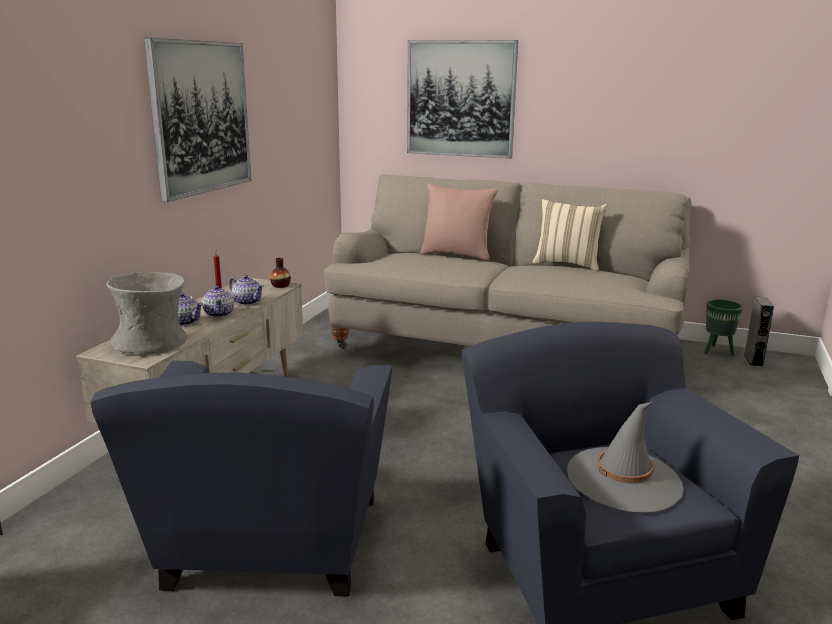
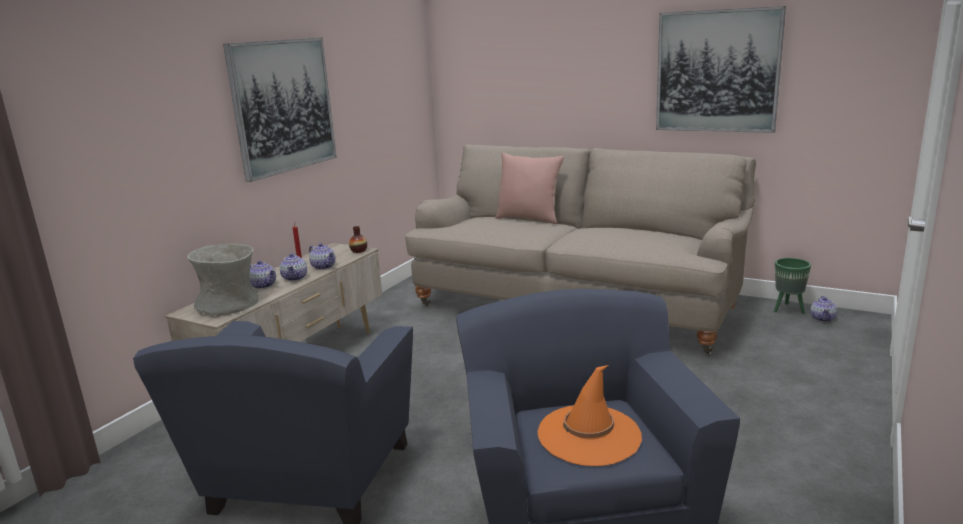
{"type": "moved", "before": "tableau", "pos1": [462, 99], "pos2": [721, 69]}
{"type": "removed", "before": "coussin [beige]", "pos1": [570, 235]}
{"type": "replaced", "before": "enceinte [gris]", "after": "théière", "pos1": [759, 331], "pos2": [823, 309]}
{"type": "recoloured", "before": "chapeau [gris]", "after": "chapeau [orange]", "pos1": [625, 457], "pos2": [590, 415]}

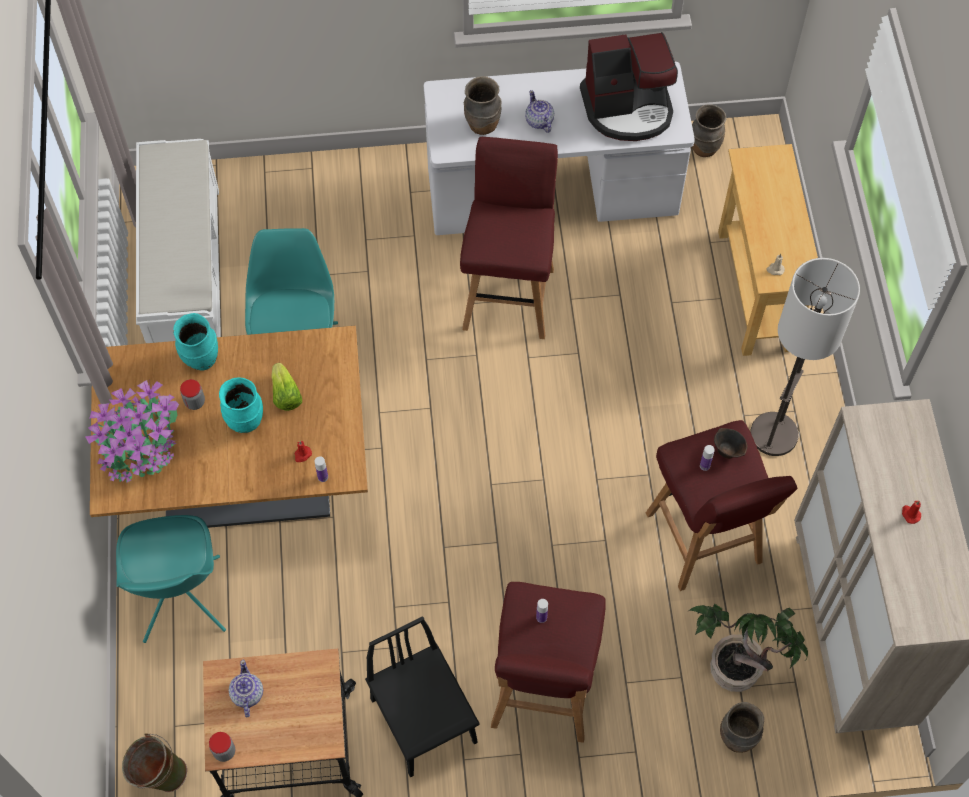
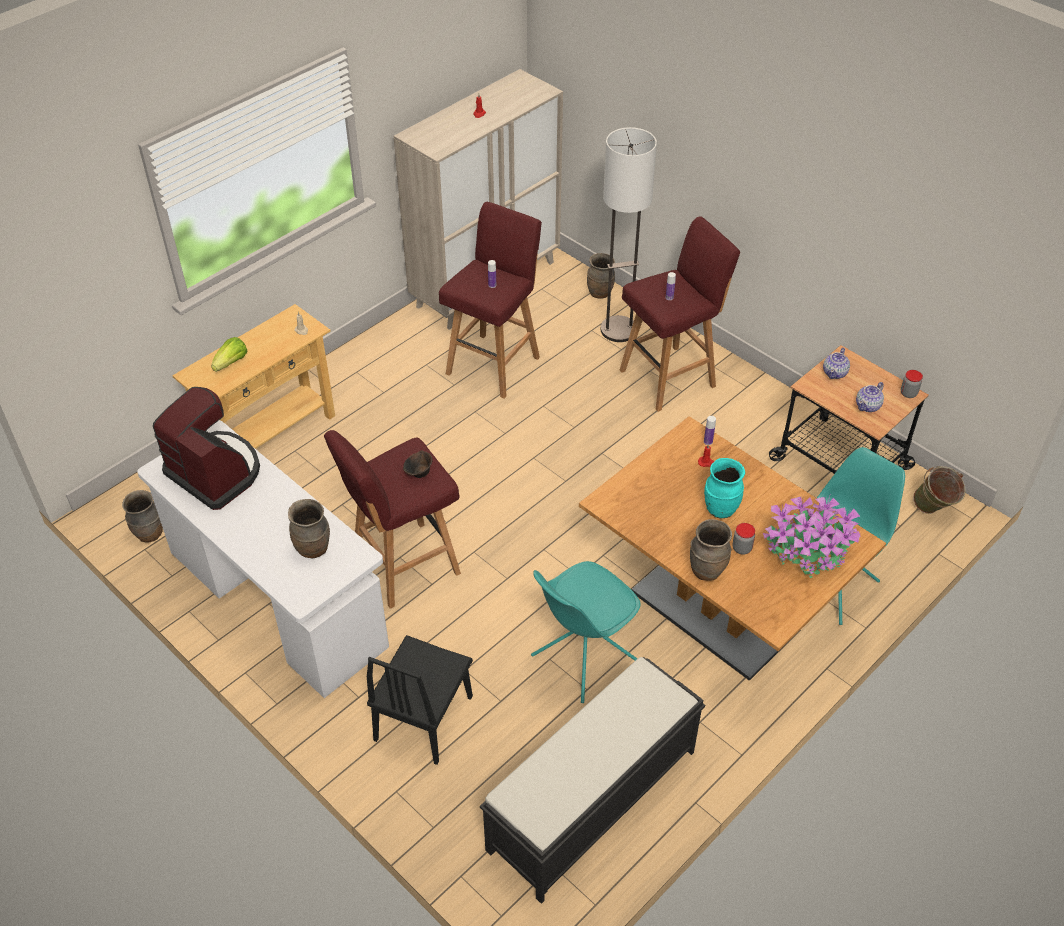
{"type": "moved", "before": "théière", "pos1": [539, 111], "pos2": [836, 363]}
{"type": "recoloured", "before": "banc [blanc]", "after": "banc [noir]", "pos1": [178, 241], "pos2": [592, 780]}
{"type": "moved", "before": "lampadaire", "pos1": [805, 357], "pos2": [629, 234]}
{"type": "recoloured", "before": "vase [turquoise]", "after": "vase [marron]", "pos1": [195, 342], "pos2": [711, 550]}
{"type": "moved", "before": "laitue", "pos1": [286, 387], "pos2": [229, 354]}
{"type": "moved", "before": "bol [marron]", "pos1": [730, 443], "pos2": [418, 464]}
{"type": "removed", "before": "plante en pot", "pos1": [748, 648]}
{"type": "moved", "before": "chaise [noir]", "pos1": [422, 696], "pos2": [420, 700]}

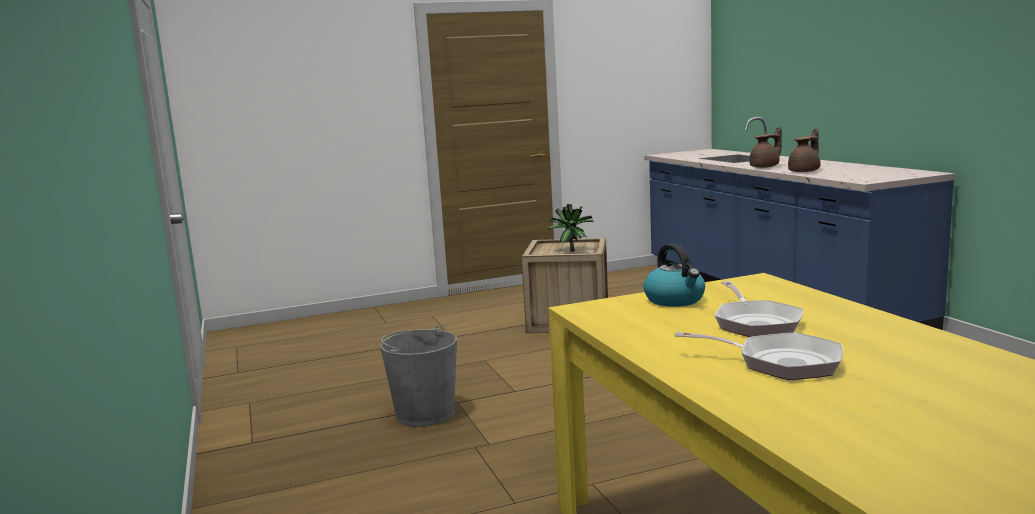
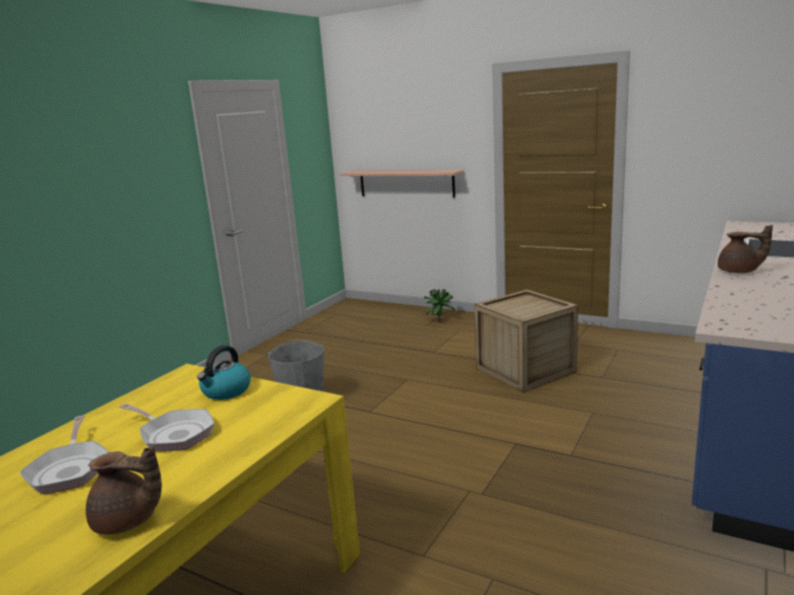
{"type": "moved", "before": "théière [marron]", "pos1": [804, 150], "pos2": [124, 490]}
{"type": "moved", "before": "plante en pot", "pos1": [571, 228], "pos2": [439, 305]}
{"type": "turned", "before": "poêle", "pos1": [759, 309], "pos2": [166, 427], "turn": -105}
{"type": "added", "after": "étagère", "pos2": [402, 184]}

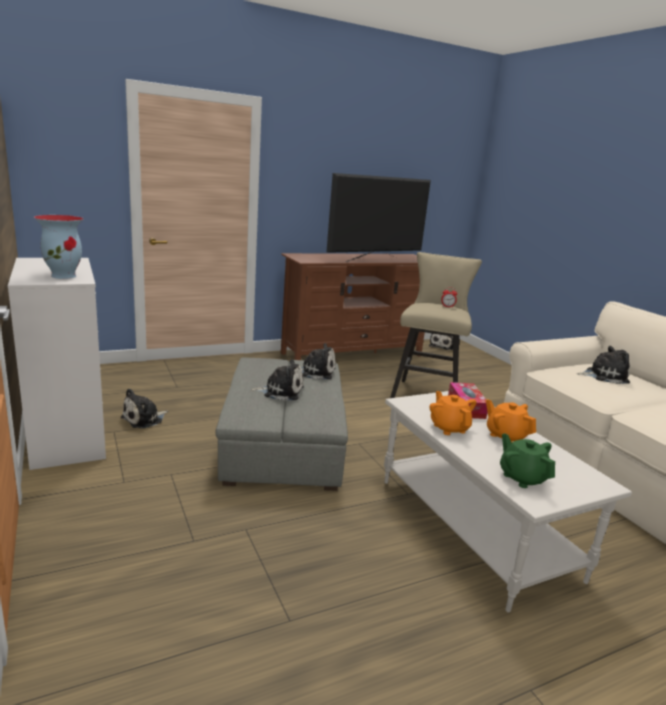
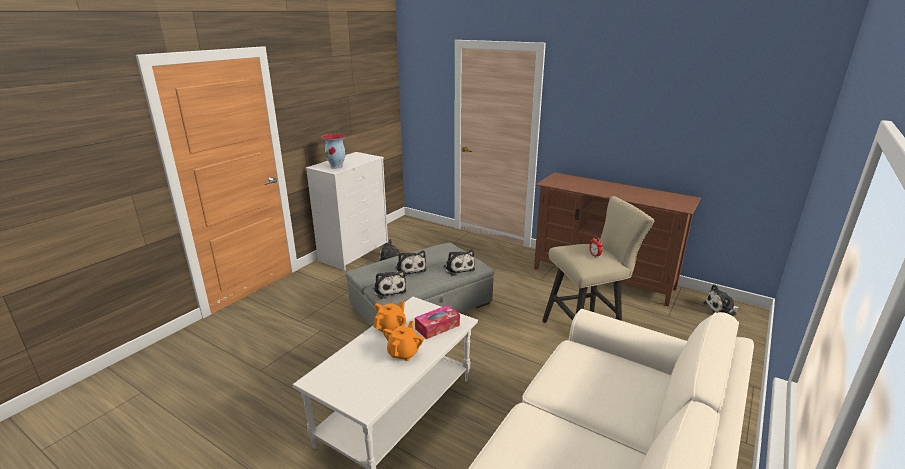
{"type": "removed", "before": "téléviseur", "pos1": [378, 217]}
{"type": "moved", "before": "peluche", "pos1": [603, 365], "pos2": [390, 284]}
{"type": "removed", "before": "théière [vert]", "pos1": [527, 460]}

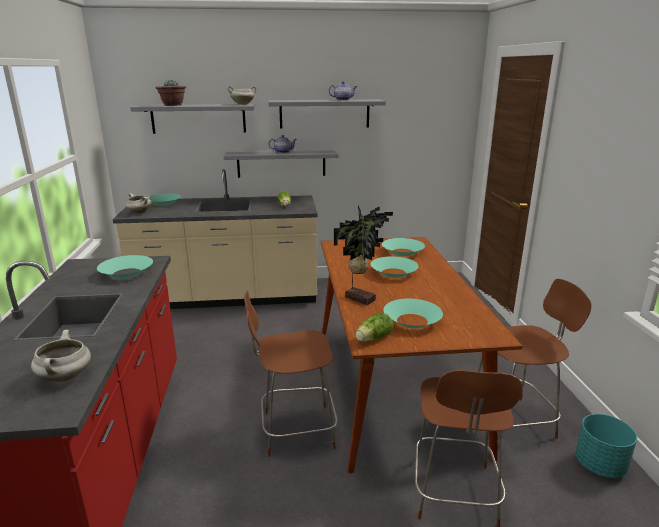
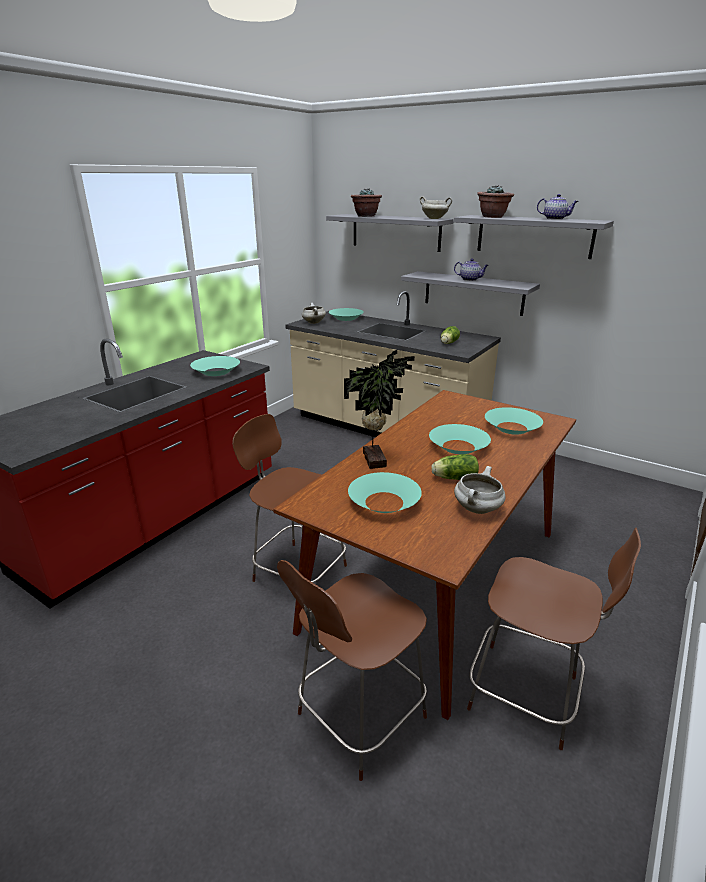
{"type": "moved", "before": "laitue", "pos1": [374, 327], "pos2": [455, 467]}
{"type": "moved", "before": "marmite [blanc]", "pos1": [61, 356], "pos2": [479, 490]}
{"type": "removed", "before": "cache-pot [turquoise]", "pos1": [606, 446]}
{"type": "added", "after": "plante en pot", "pos2": [495, 201]}

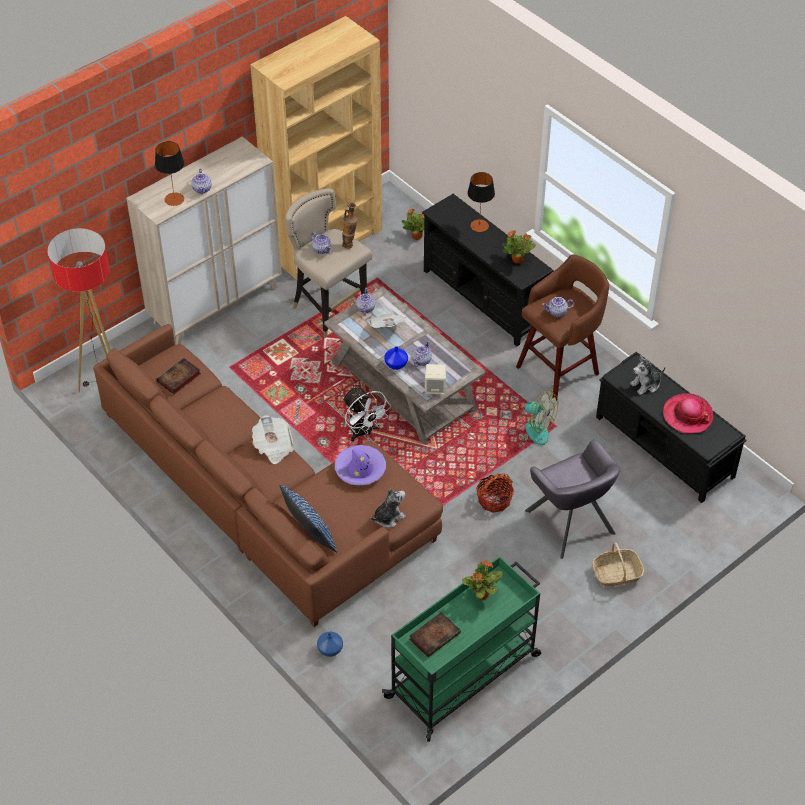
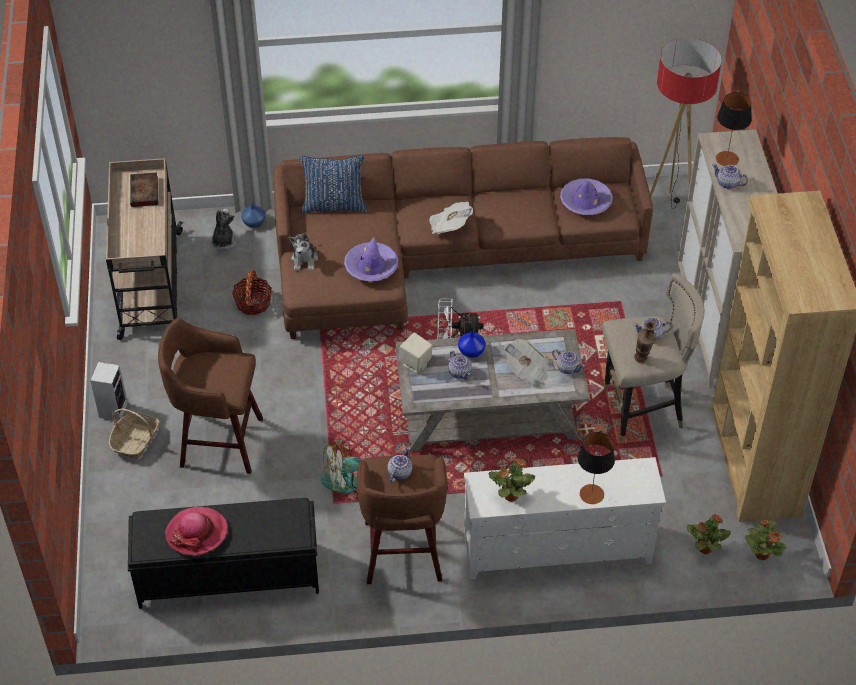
{"type": "recoloured", "before": "meuble télé [noir]", "after": "meuble télé [blanc]", "pos1": [488, 270], "pos2": [565, 518]}
{"type": "moved", "before": "peluche", "pos1": [647, 375], "pos2": [223, 229]}
{"type": "replaced", "before": "livre", "after": "chapeau [violet]", "pos1": [178, 376], "pos2": [586, 197]}
{"type": "replaced", "before": "fauteuil [gris]", "after": "tabouret [marron]", "pos1": [572, 499], "pos2": [210, 396]}
{"type": "moved", "before": "panier", "pos1": [495, 493], "pos2": [252, 292]}
{"type": "recoloured", "before": "chariot [vert]", "after": "chariot [beige]", "pos1": [461, 649], "pos2": [144, 249]}
{"type": "moved", "before": "plante en pot", "pos1": [482, 580], "pos2": [765, 540]}
{"type": "added", "after": "enceinte", "pos2": [109, 391]}

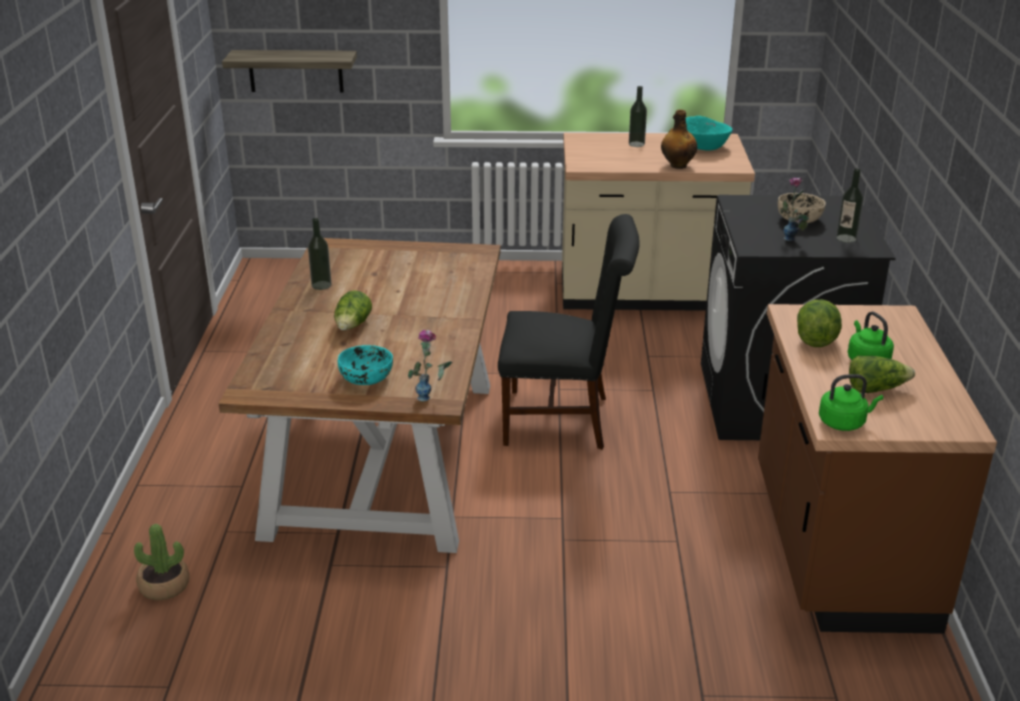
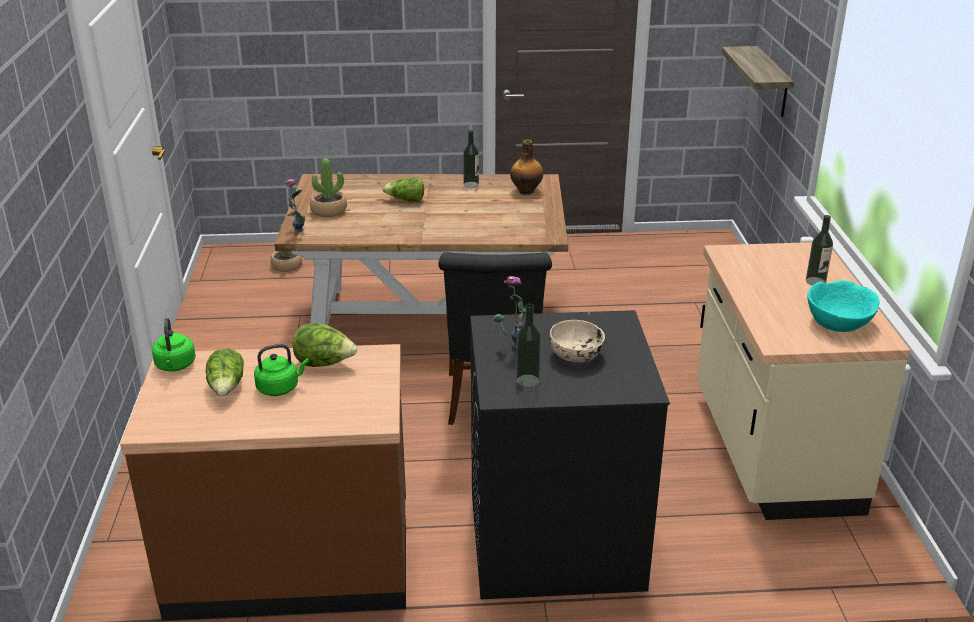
{"type": "moved", "before": "bouteille", "pos1": [679, 139], "pos2": [526, 167]}
{"type": "replaced", "before": "bol [turquoise]", "after": "plante en pot", "pos1": [365, 365], "pos2": [328, 187]}

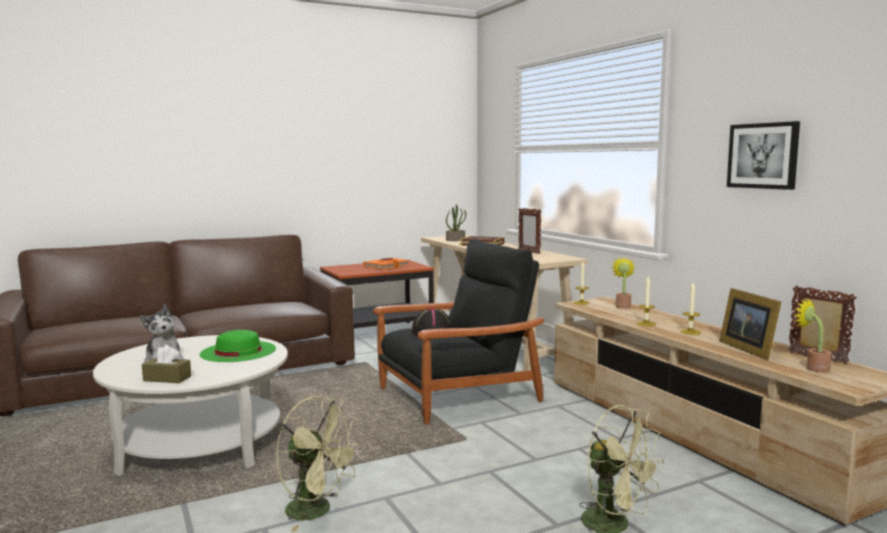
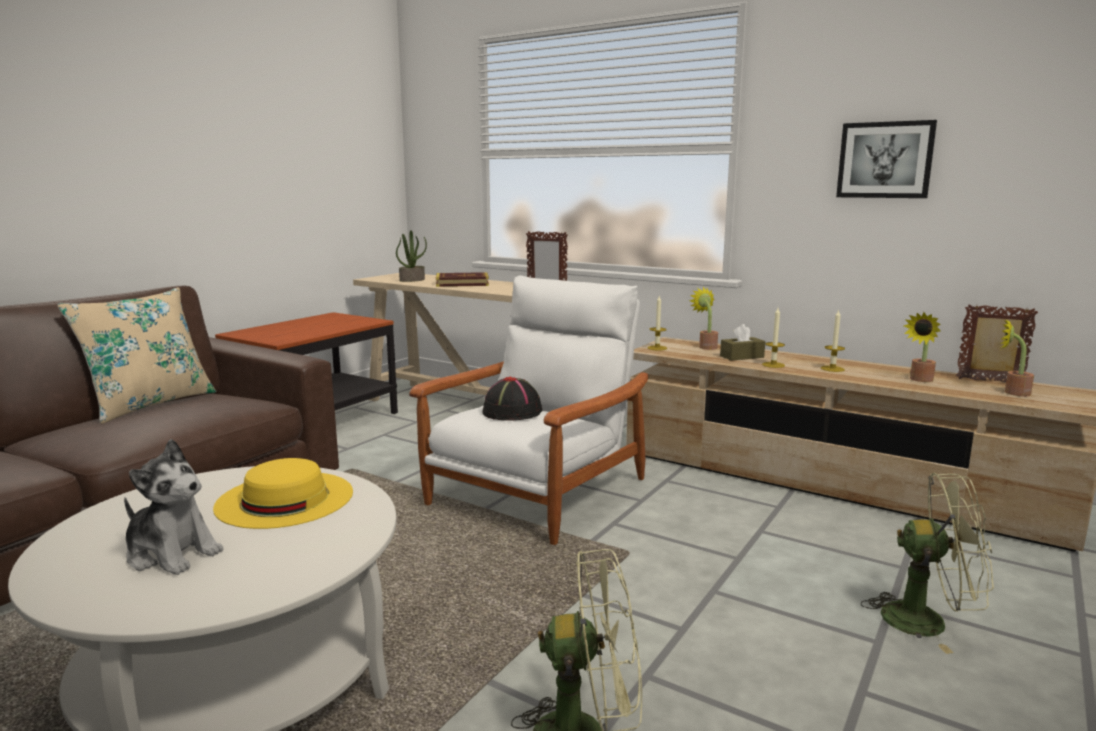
{"type": "recoloured", "before": "fauteuil [noir]", "after": "fauteuil [blanc]", "pos1": [458, 332], "pos2": [528, 410]}
{"type": "removed", "before": "livre [orange]", "pos1": [386, 264]}
{"type": "replaced", "before": "cadre photo", "after": "plante en pot", "pos1": [750, 324], "pos2": [922, 347]}
{"type": "recoloured", "before": "chapeau [vert]", "after": "chapeau [jaune]", "pos1": [237, 346], "pos2": [283, 493]}
{"type": "moved", "before": "boîte à mouchoirs [marron]", "pos1": [166, 364], "pos2": [742, 342]}
{"type": "added", "after": "coussin [beige]", "pos2": [136, 356]}

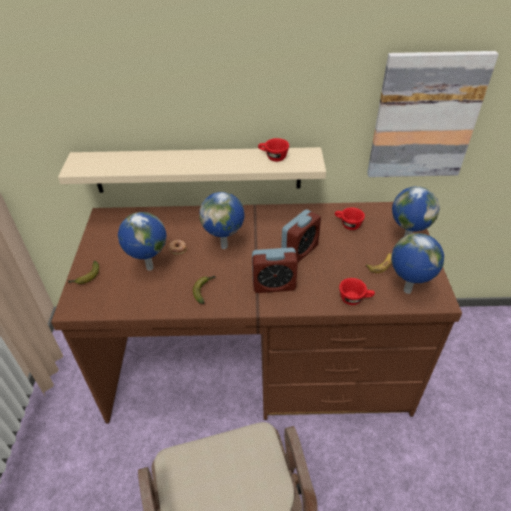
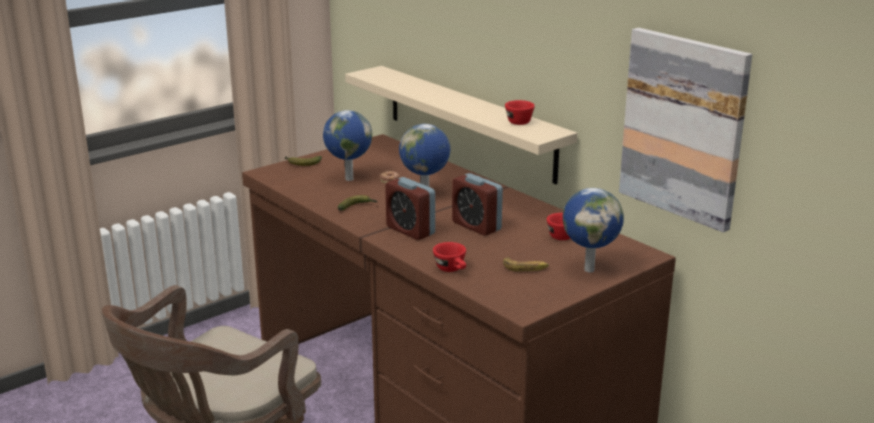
{"type": "turned", "before": "réveil", "pos1": [301, 235], "pos2": [477, 204], "turn": 45}
{"type": "removed", "before": "globe", "pos1": [417, 263]}

